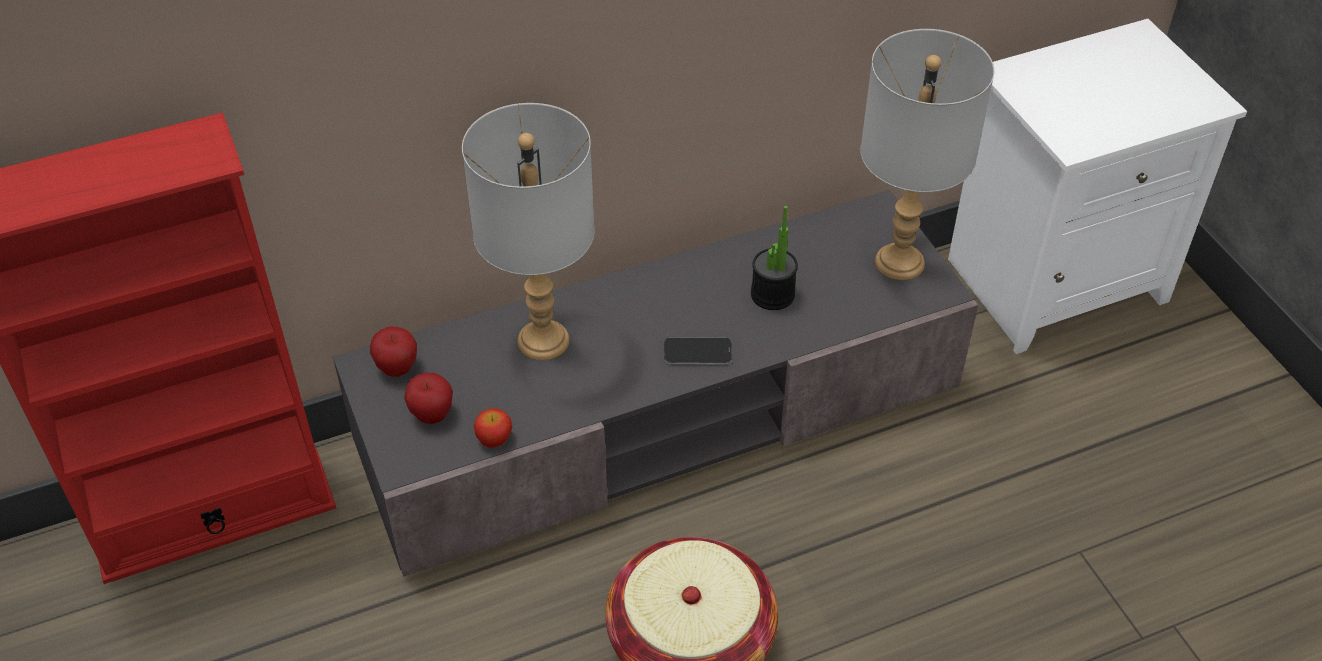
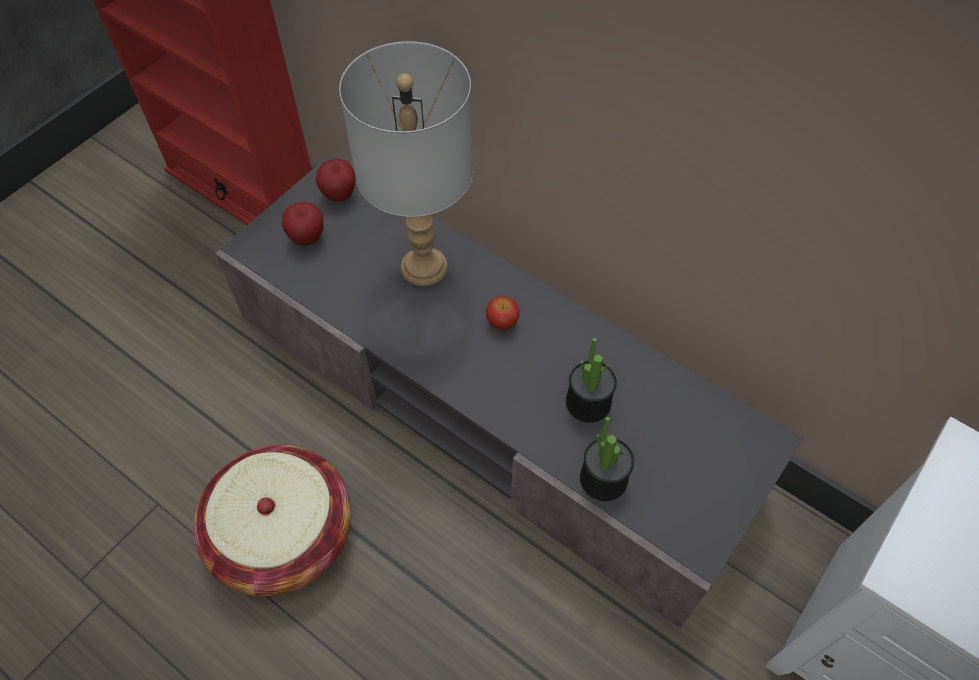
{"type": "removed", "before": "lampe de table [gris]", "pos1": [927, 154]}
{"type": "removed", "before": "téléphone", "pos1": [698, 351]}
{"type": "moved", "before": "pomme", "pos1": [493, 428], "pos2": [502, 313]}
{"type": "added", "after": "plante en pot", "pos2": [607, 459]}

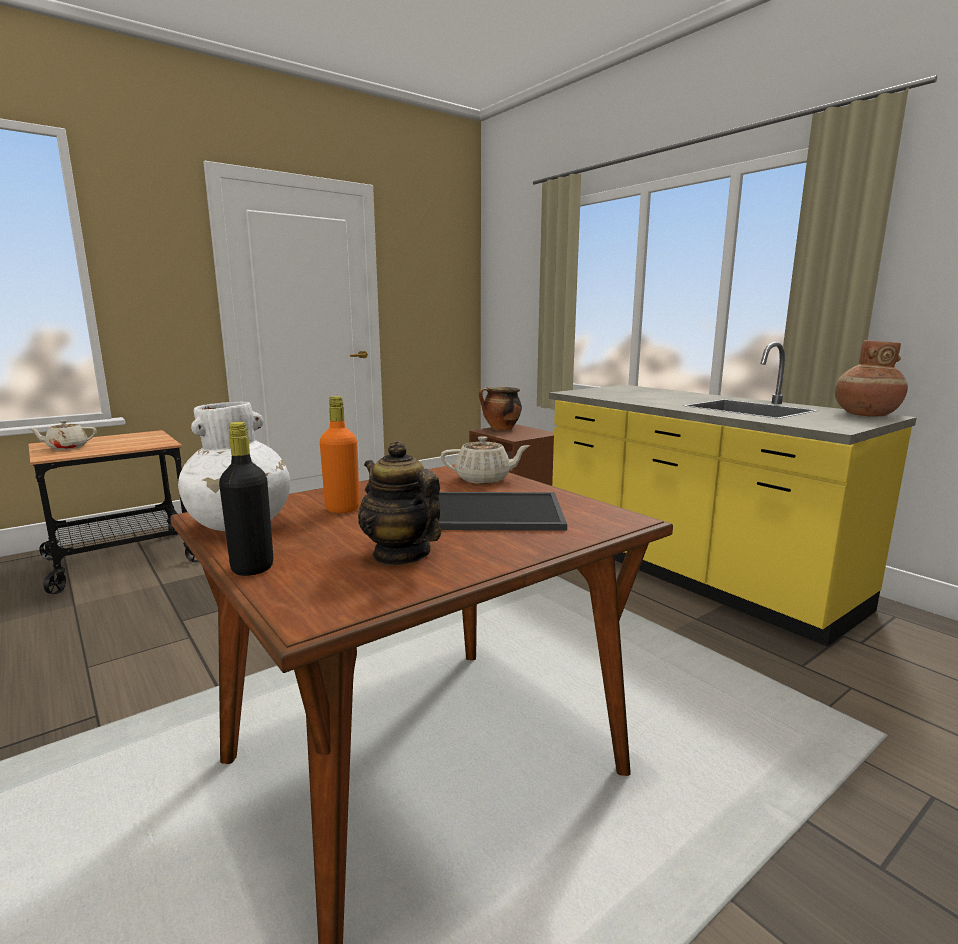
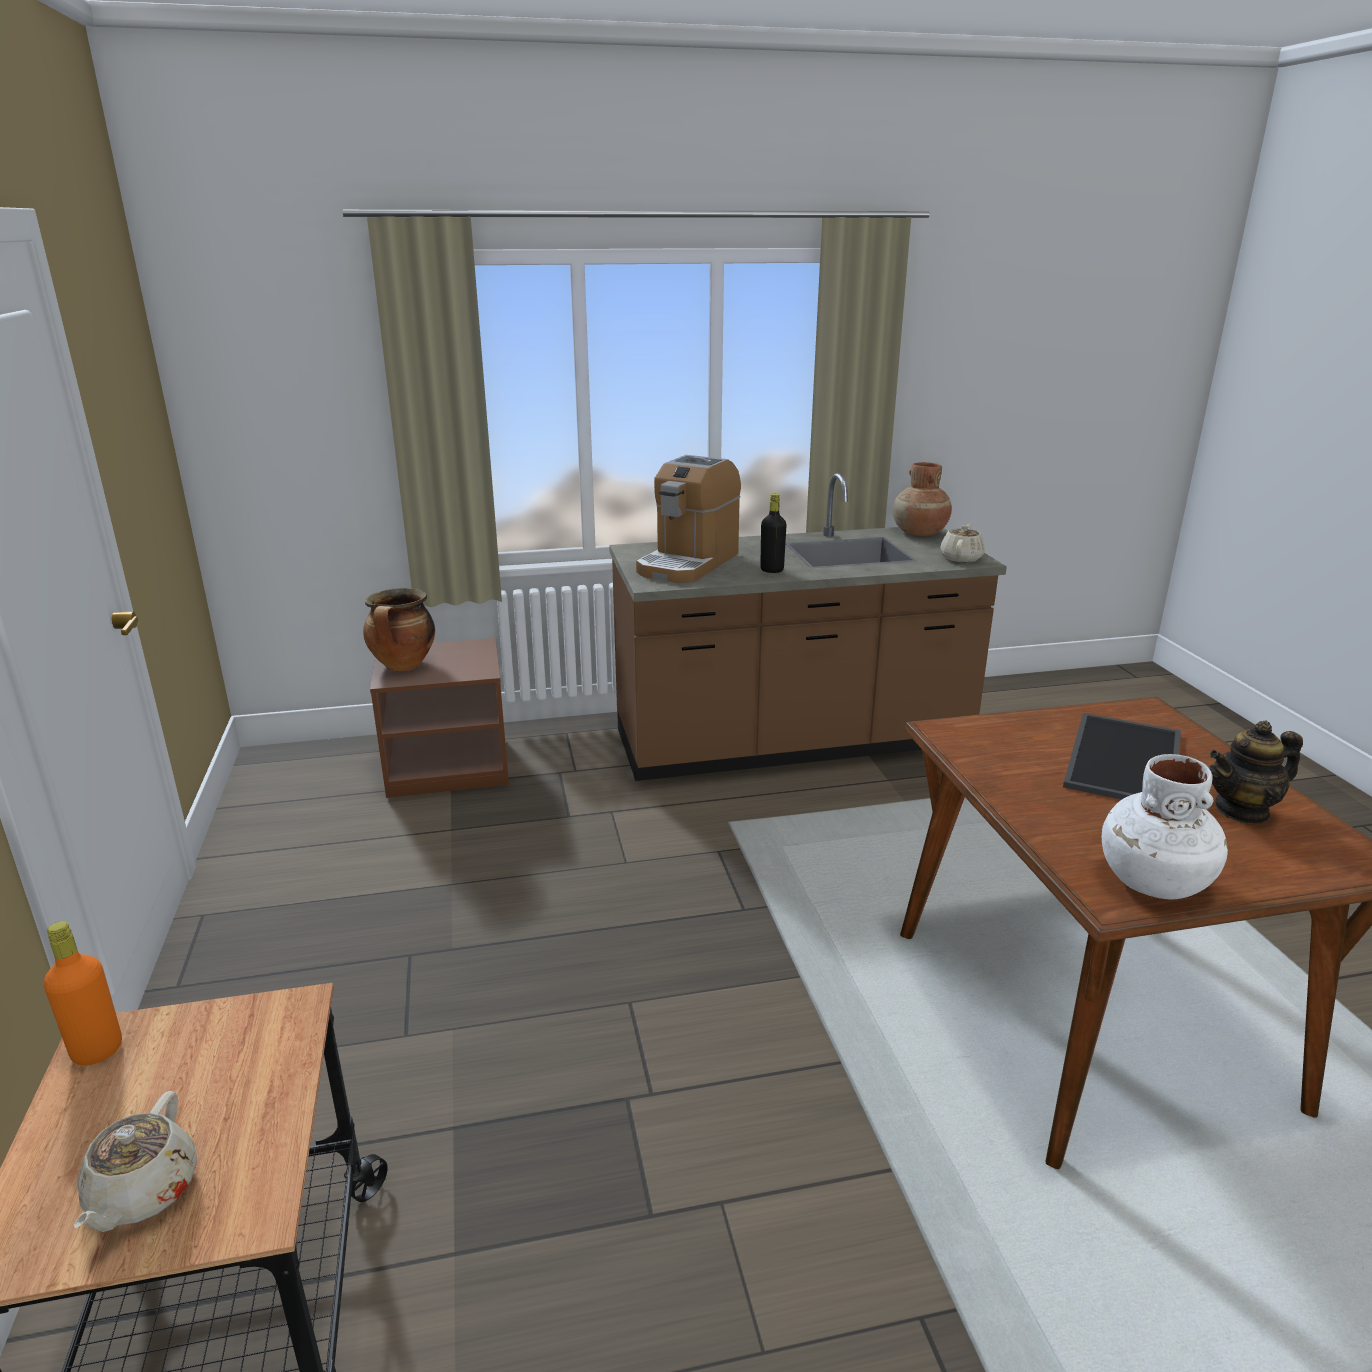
{"type": "recoloured", "before": "comptoir de cuisine [jaune]", "after": "comptoir de cuisine [marron]", "pos1": [733, 494], "pos2": [808, 627]}
{"type": "moved", "before": "bouteille [orange]", "pos1": [340, 454], "pos2": [83, 993]}
{"type": "moved", "before": "bouteille [noir]", "pos1": [246, 499], "pos2": [773, 533]}
{"type": "moved", "before": "théière [beige]", "pos1": [486, 460], "pos2": [963, 542]}
{"type": "added", "after": "machine à café", "pos2": [688, 519]}

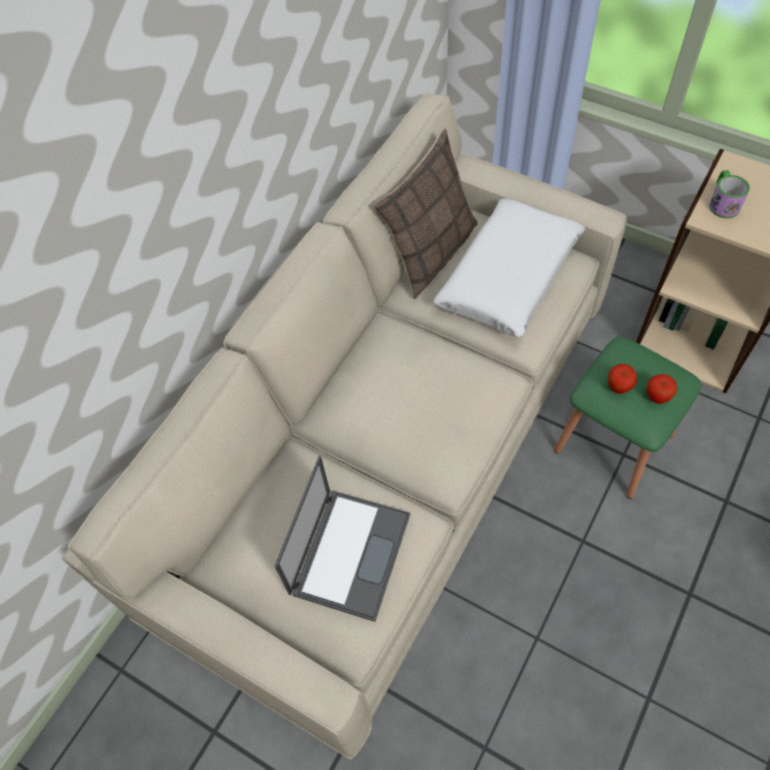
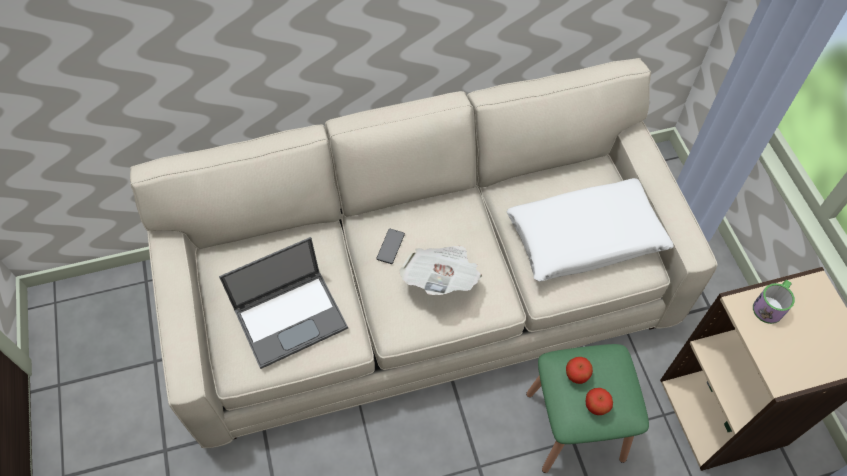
{"type": "removed", "before": "coussin", "pos1": [426, 214]}
{"type": "added", "after": "téléphone", "pos2": [390, 246]}
{"type": "added", "after": "journal", "pos2": [440, 270]}

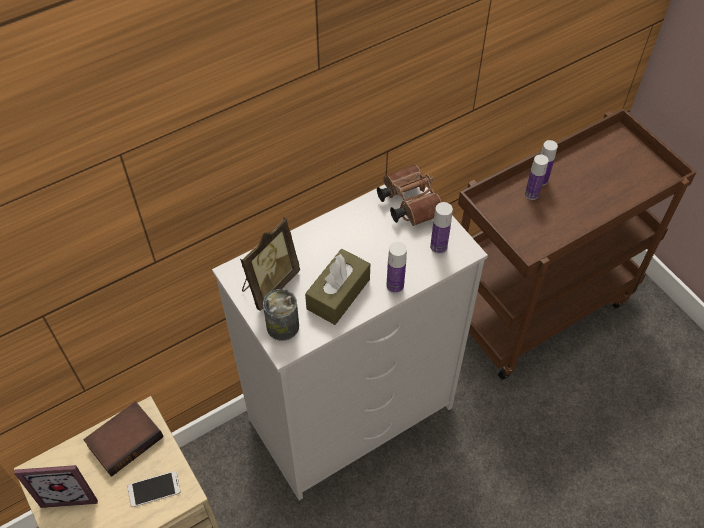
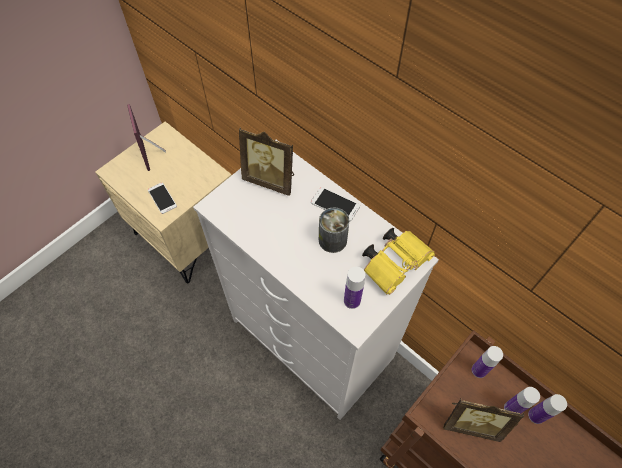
{"type": "recoloured", "before": "jumelles [marron]", "after": "jumelles [jaune]", "pos1": [409, 195], "pos2": [398, 261]}
{"type": "moved", "before": "bouteille", "pos1": [396, 267], "pos2": [487, 362]}
{"type": "removed", "before": "boîte à mouchoirs [marron]", "pos1": [337, 287]}
{"type": "moved", "before": "boîte métallique", "pos1": [281, 315], "pos2": [334, 230]}
{"type": "removed", "before": "livre", "pos1": [123, 439]}
{"type": "added", "after": "téléphone", "pos2": [335, 204]}
{"type": "added", "after": "cadre photo", "pos2": [483, 420]}

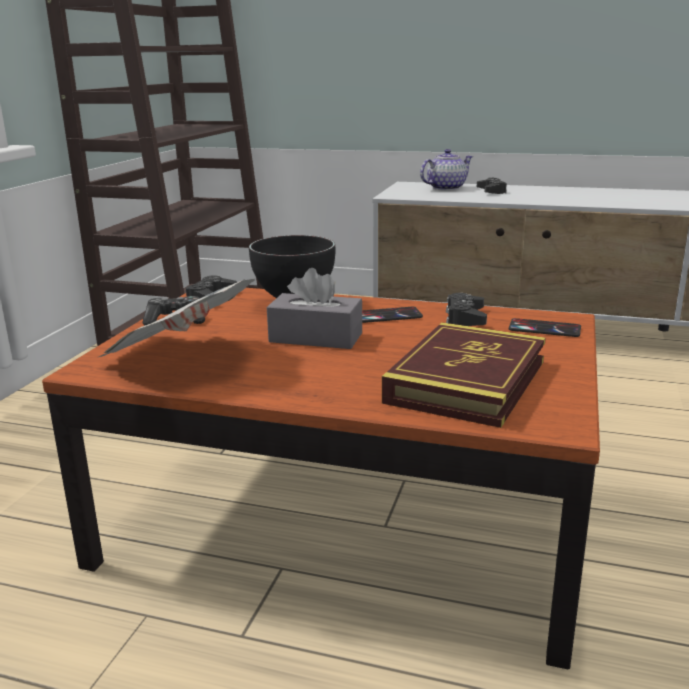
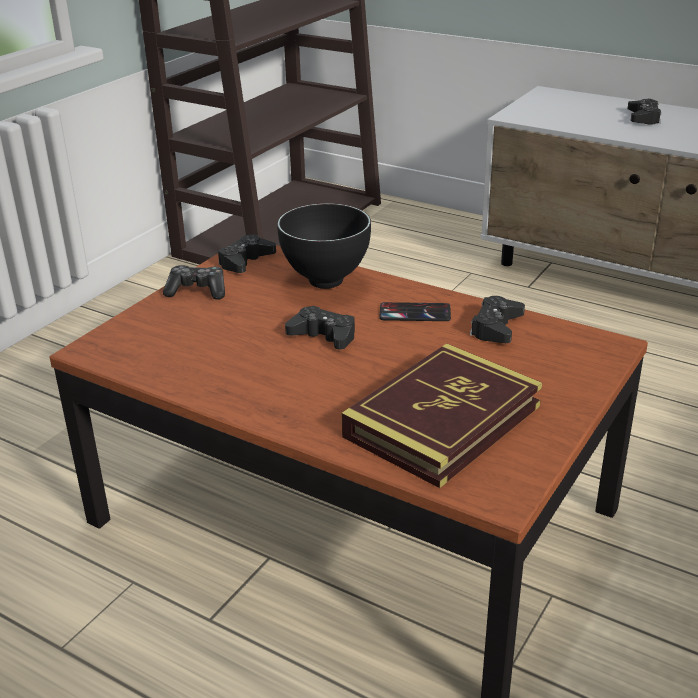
{"type": "removed", "before": "théière", "pos1": [446, 169]}
{"type": "replaced", "before": "boîte à mouchoirs [gris]", "after": "manette [noir]", "pos1": [314, 308], "pos2": [320, 327]}
{"type": "removed", "before": "journal", "pos1": [177, 318]}
{"type": "removed", "before": "téléphone", "pos1": [545, 327]}

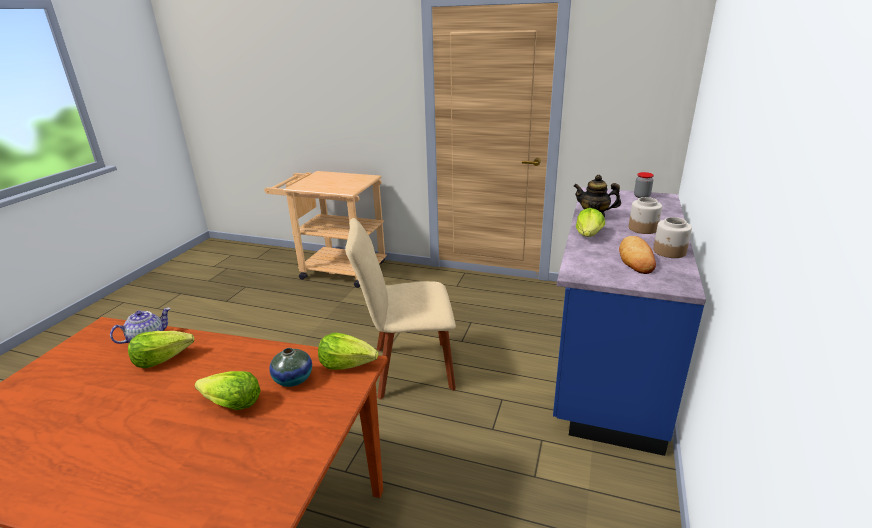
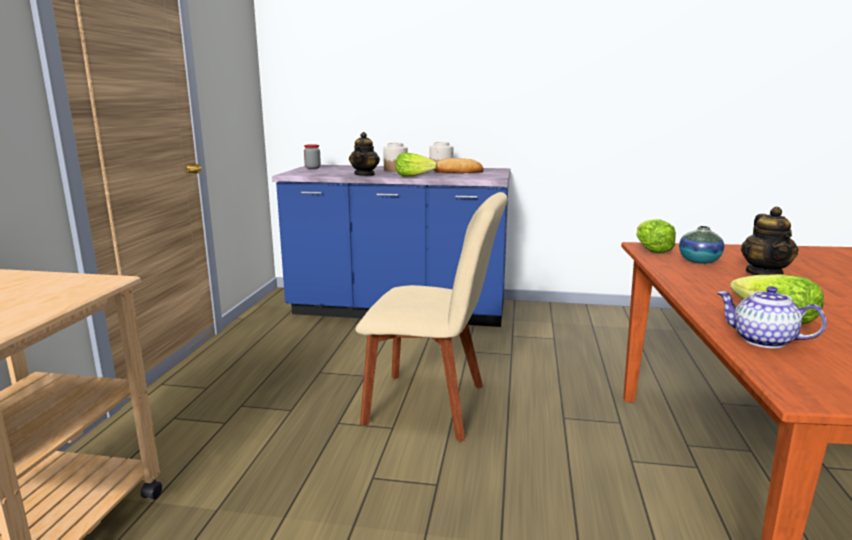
{"type": "turned", "before": "chaise [beige]", "pos1": [400, 309], "pos2": [431, 317], "turn": -60}
{"type": "replaced", "before": "laitue", "after": "théière", "pos1": [228, 390], "pos2": [770, 241]}

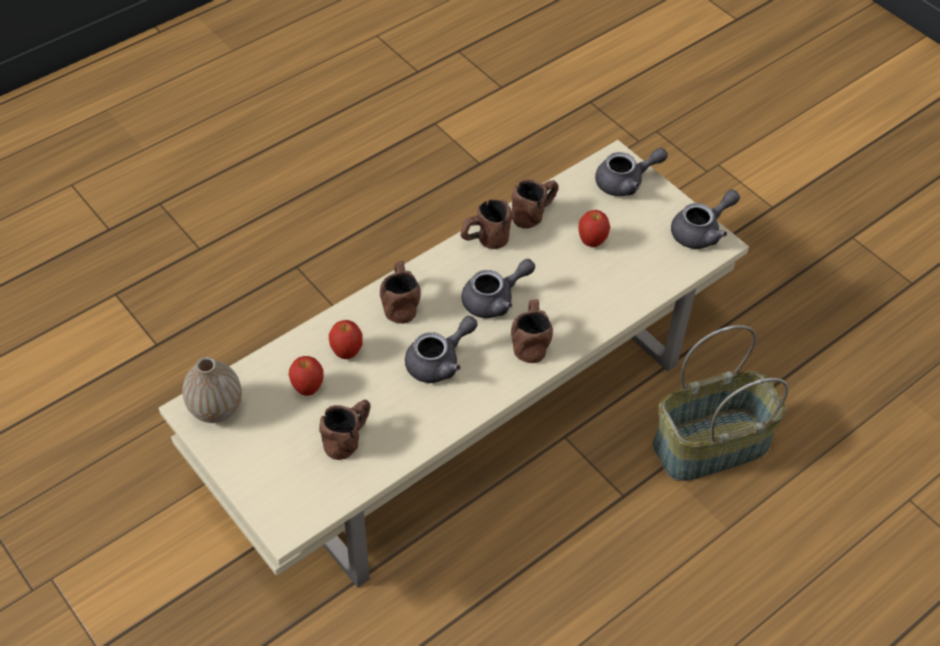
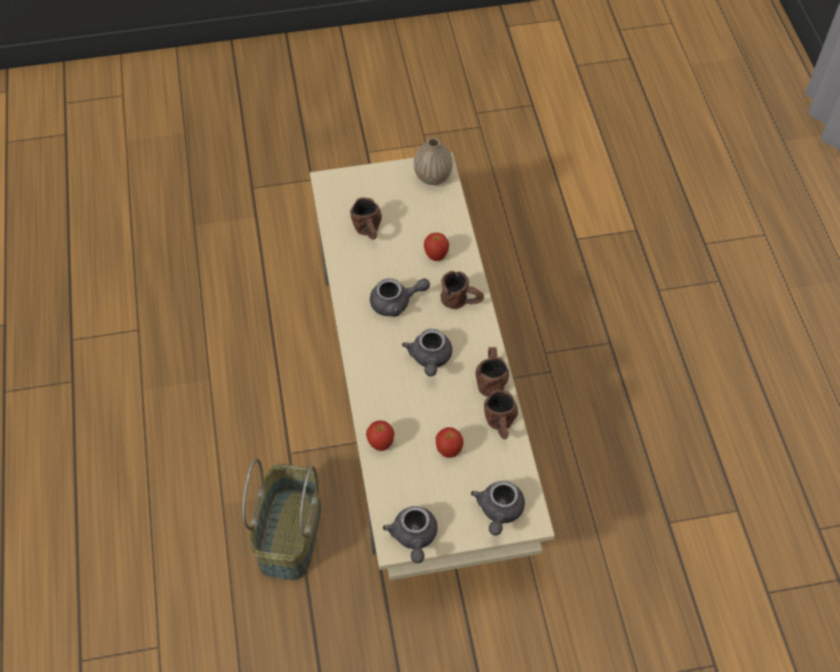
{"type": "removed", "before": "mug [marron]", "pos1": [532, 331]}
{"type": "turned", "before": "théière [gris]", "pos1": [441, 349], "pos2": [400, 297], "turn": -90}
{"type": "moved", "before": "pomme", "pos1": [306, 376], "pos2": [380, 435]}

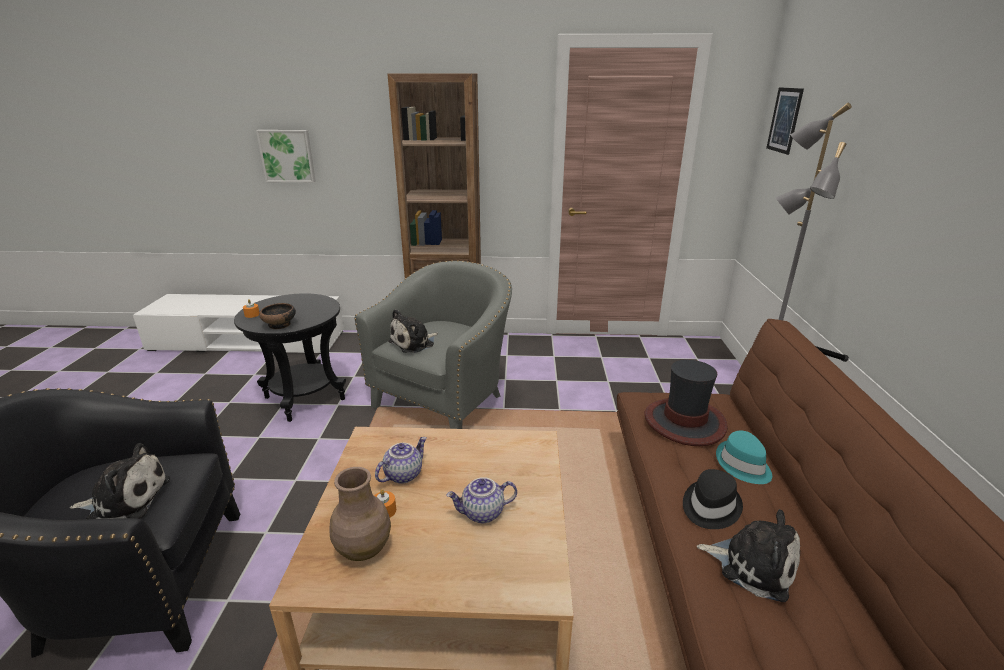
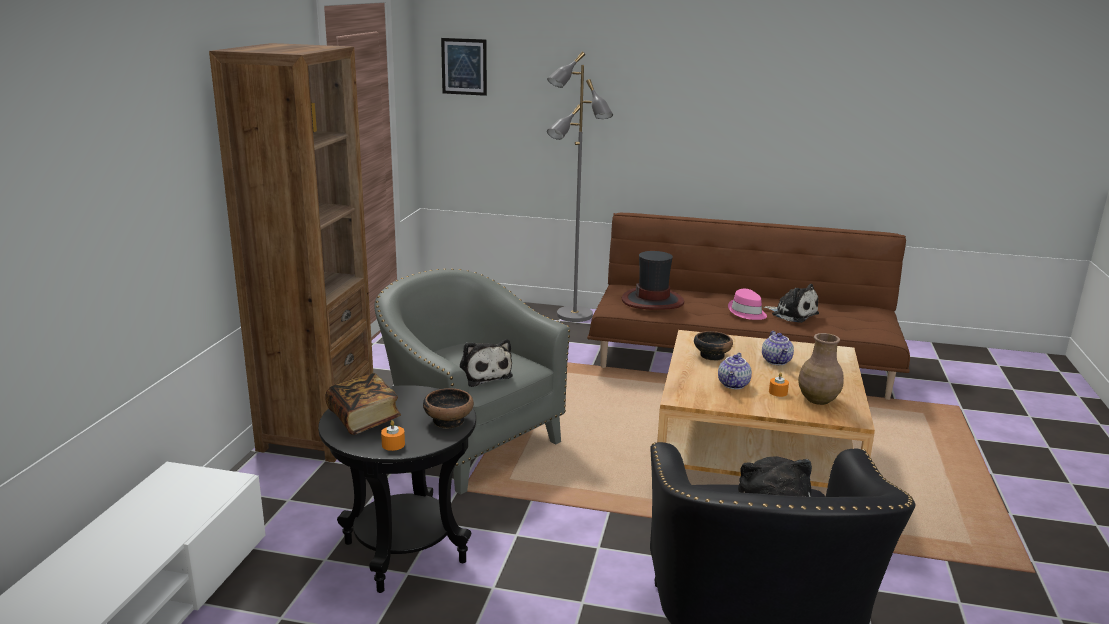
{"type": "removed", "before": "tableau", "pos1": [286, 156]}
{"type": "removed", "before": "chapeau [turquoise]", "pos1": [744, 457]}
{"type": "turned", "before": "théière", "pos1": [401, 460], "pos2": [735, 371], "turn": -120}
{"type": "recoloured", "before": "chapeau [noir]", "after": "chapeau [rose]", "pos1": [713, 499], "pos2": [747, 304]}
{"type": "turned", "before": "peluche", "pos1": [748, 555], "pos2": [791, 303], "turn": 90}
{"type": "added", "after": "bol", "pos2": [713, 346]}
{"type": "added", "after": "livre", "pos2": [363, 404]}

